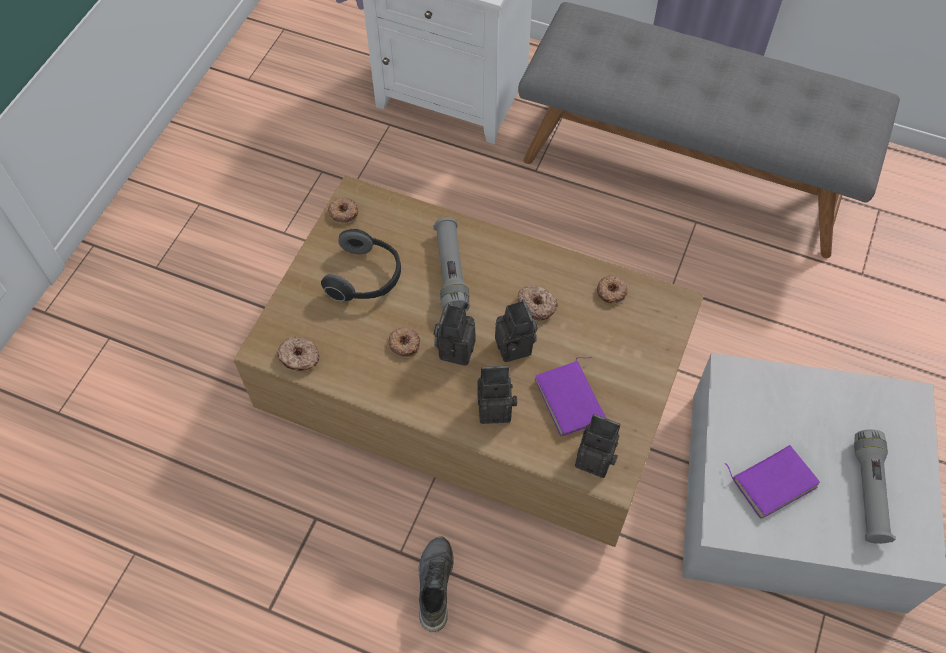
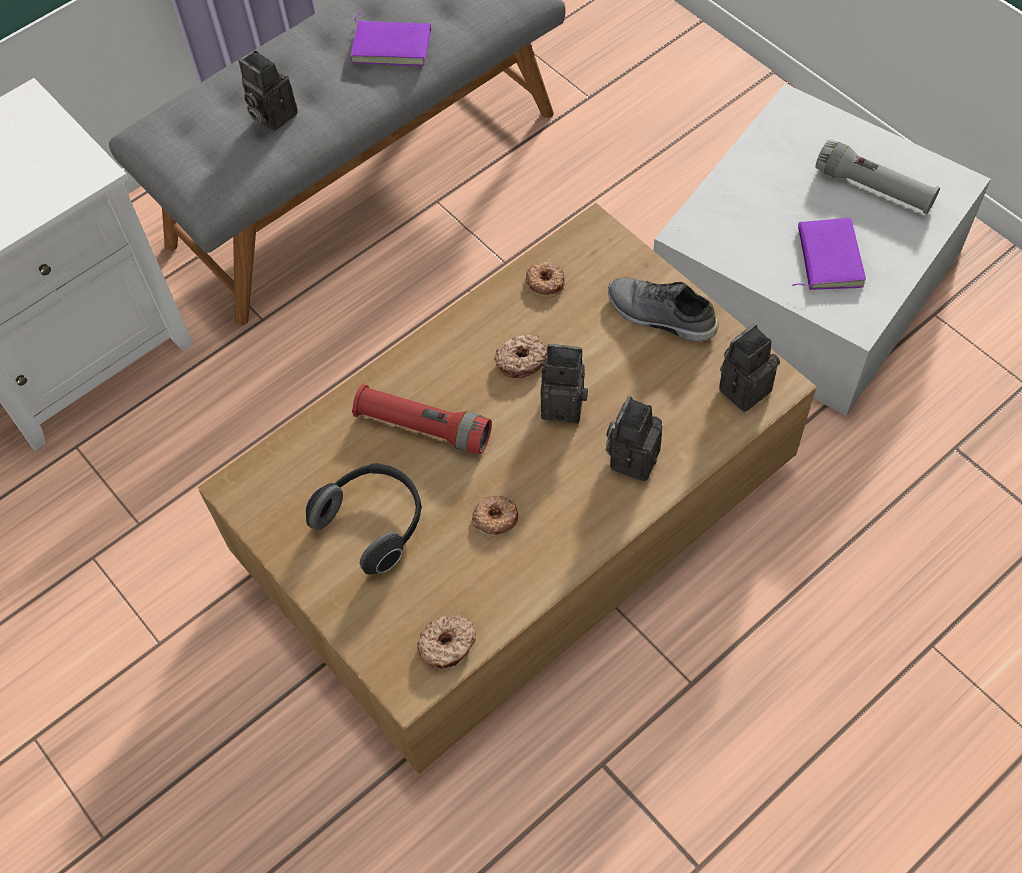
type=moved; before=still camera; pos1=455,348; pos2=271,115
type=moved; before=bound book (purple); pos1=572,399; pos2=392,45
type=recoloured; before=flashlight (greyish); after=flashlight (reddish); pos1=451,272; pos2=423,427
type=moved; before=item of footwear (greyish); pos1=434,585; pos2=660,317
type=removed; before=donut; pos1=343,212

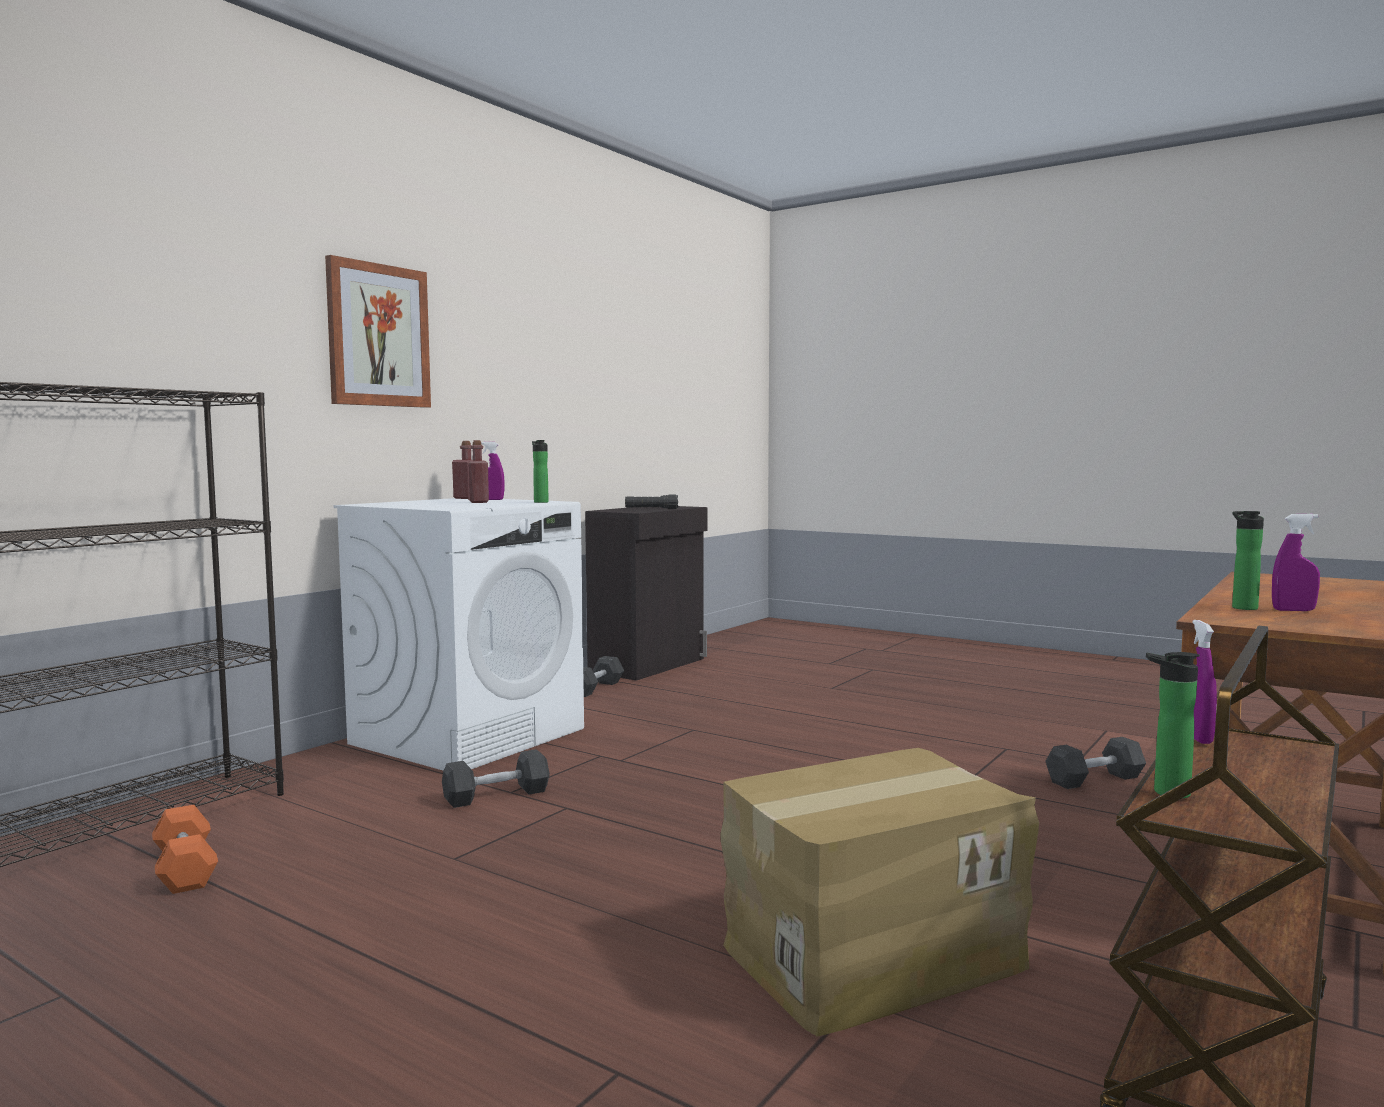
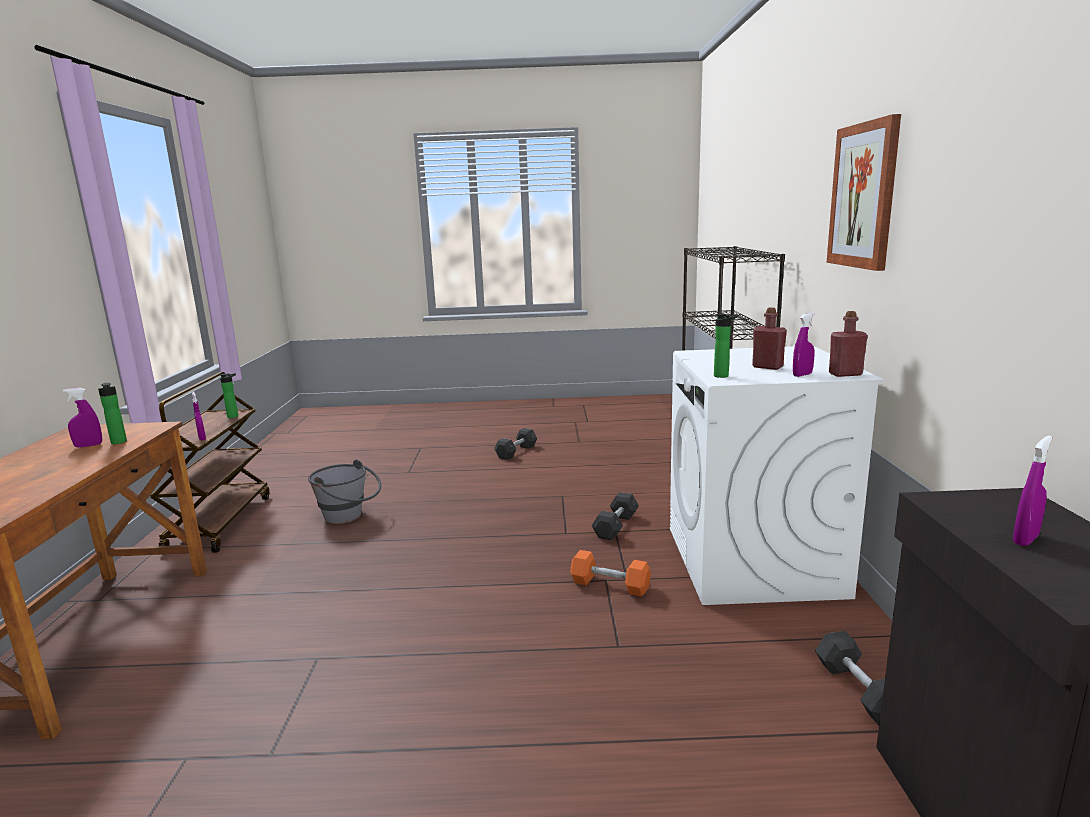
type=replaced; before=packing box; after=water bucket (greyish); pos1=870,955; pos2=349,517
type=moved; before=free weight (greyish); pos1=1094,779; pos2=516,452
type=moved; before=free weight (orange-coloured); pos1=185,868; pos2=610,585
type=replaced; before=flashlight (black); after=spray bottle (purple); pos1=651,509; pos2=1025,539

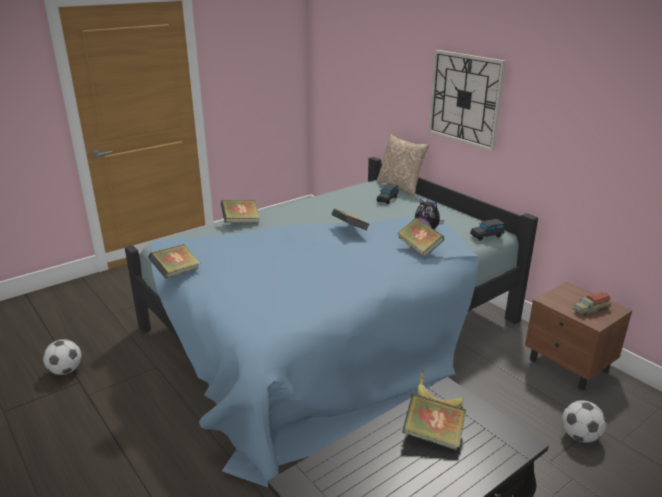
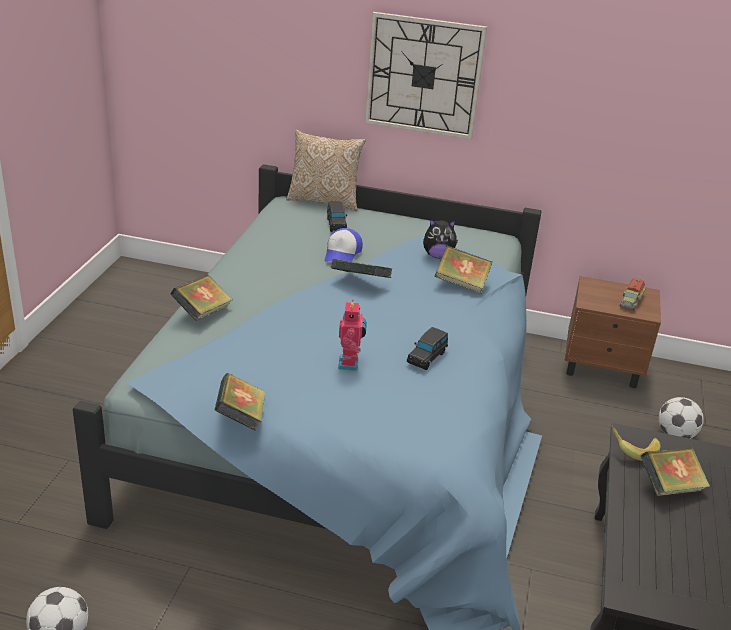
type=added; after=baseball cap; pos2=342,254
type=added; after=toy robot; pos2=350,364
type=moved; before=model car (black); pos1=487,236; pos2=427,357

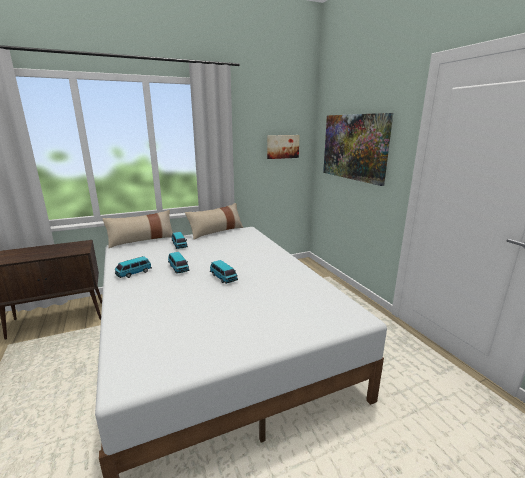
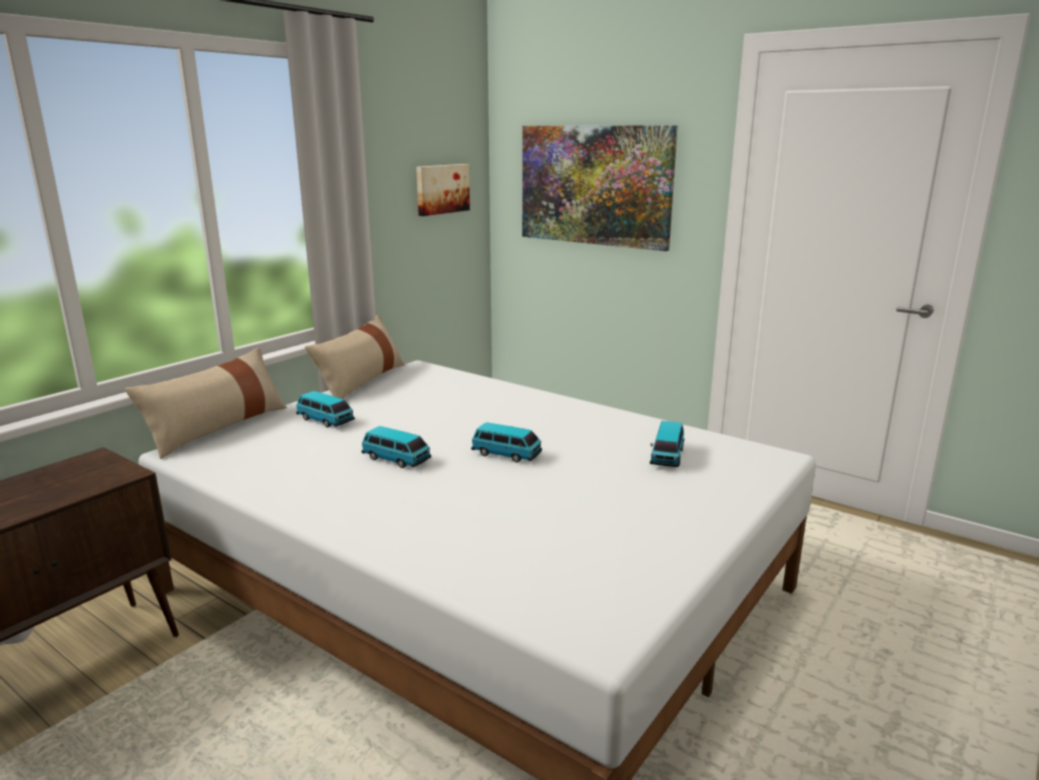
type=moved; before=model car; pos1=134,273; pos2=667,456

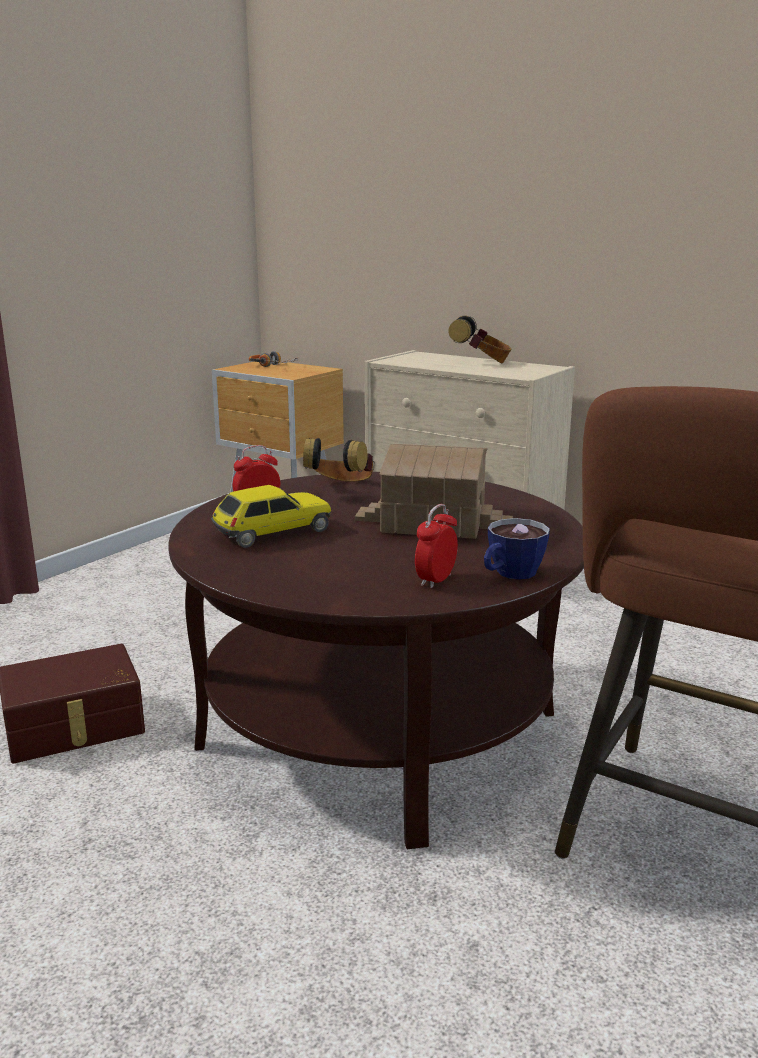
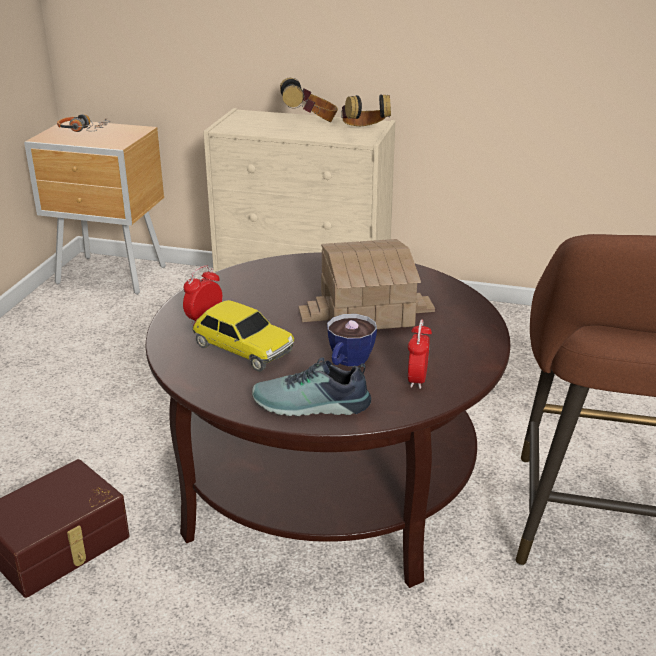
type=turned; before=model car; pos1=272,532; pos2=242,349; turn=90
type=added; after=item of footwear; pos2=311,406
type=moved; before=drinking cup; pos1=509,574; pos2=347,362
type=moved; before=pair of headphones; pos1=340,489; pos2=365,132

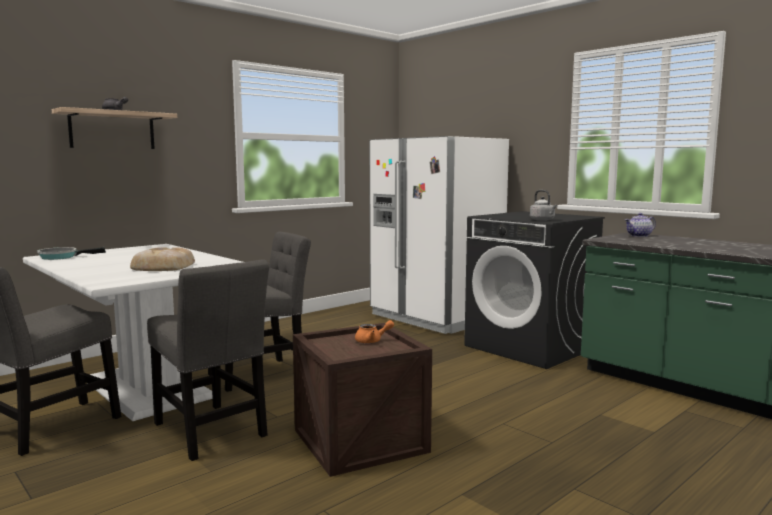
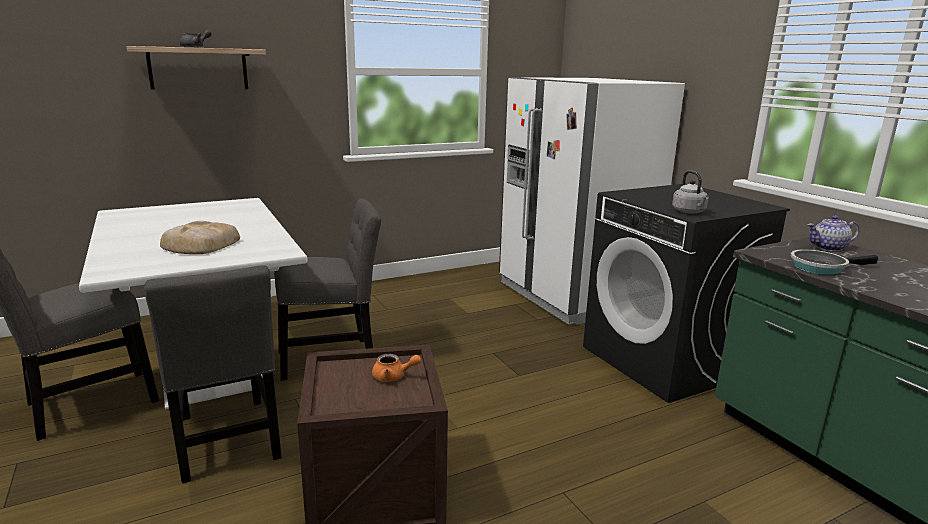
type=moved; before=skillet; pos1=61,257; pos2=821,267

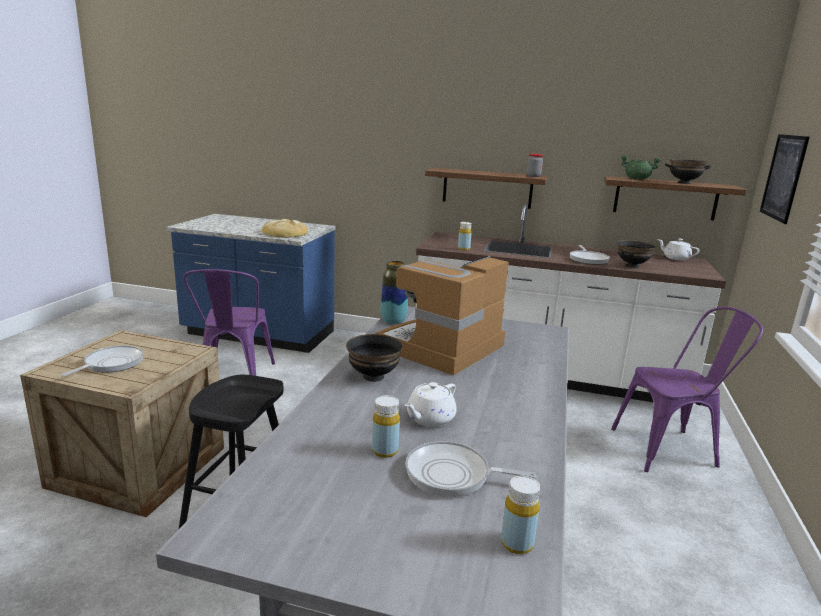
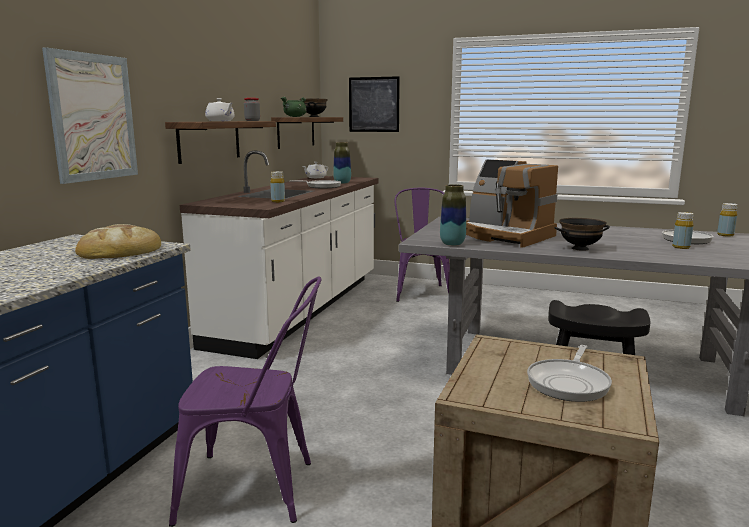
type=added; after=wall art; pos2=93,117
type=moved; before=tea pot (white); pos1=429,418; pos2=220,121
type=replaced; before=serving bowl (black); after=flower vase; pos1=632,266; pos2=342,183
type=turned; before=skillet; pos1=111,364; pos2=569,383; turn=-90

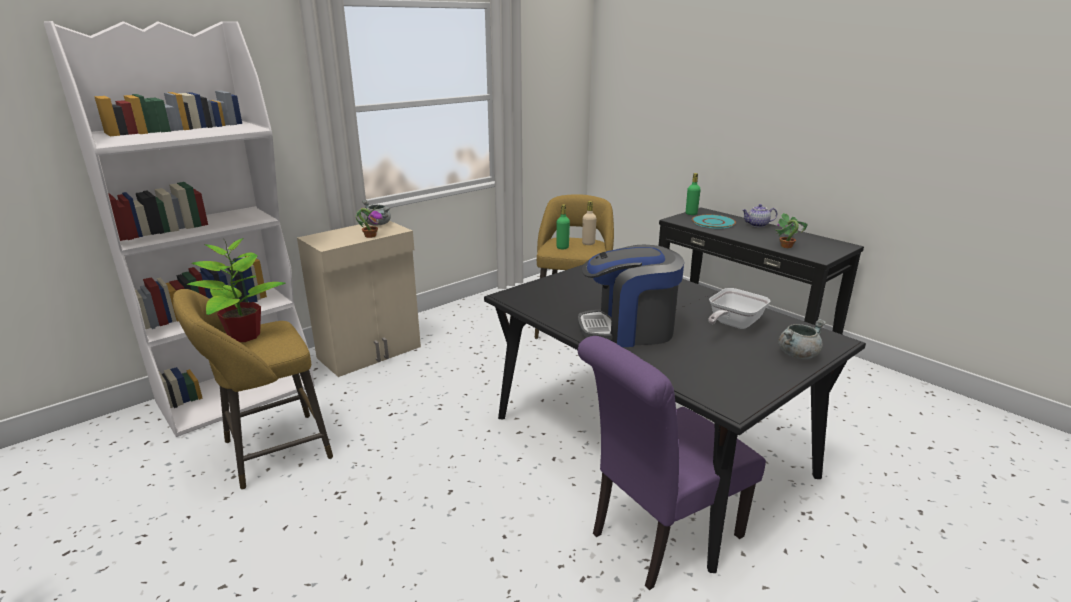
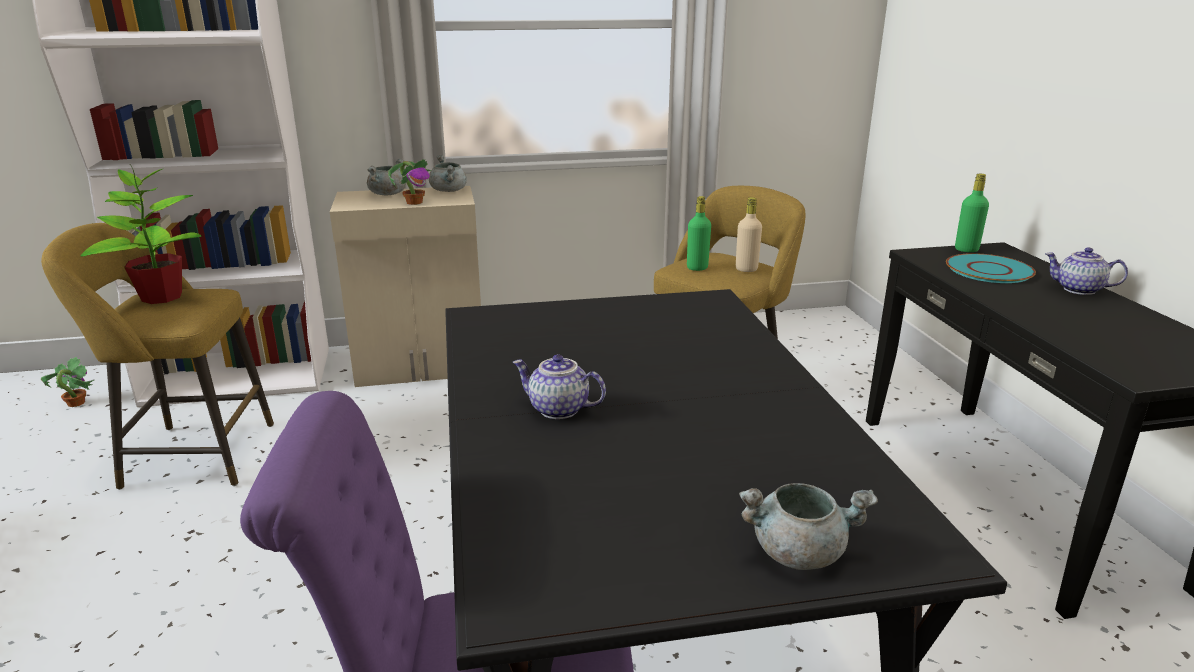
type=moved; before=potted plant; pos1=786,246; pos2=75,403
type=added; after=saucepot (greyish); pos2=387,194
type=replaced; before=coffee brewer; after=tea pot; pos1=628,329; pos2=557,410
type=removed; before=skillet; pos1=732,324

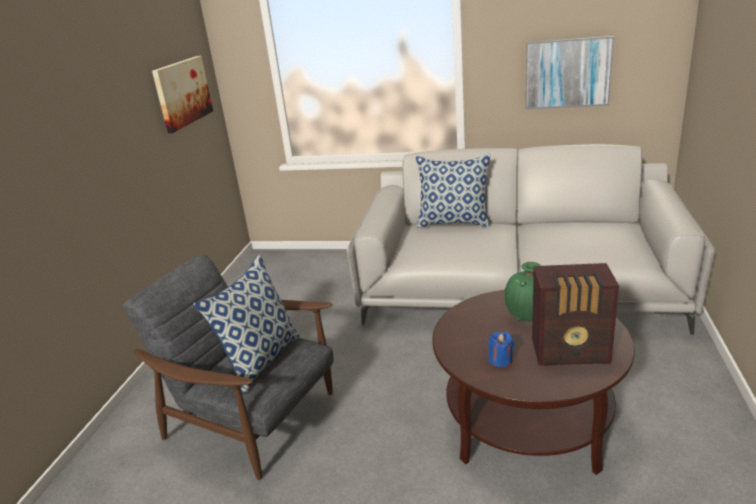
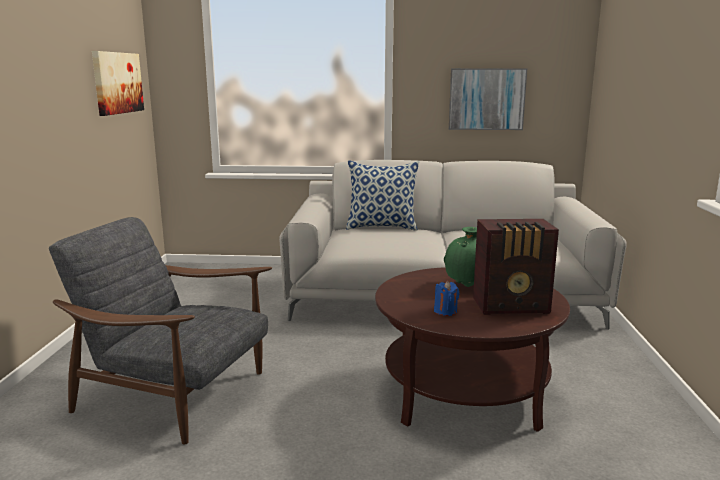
type=removed; before=pillow; pos1=261,359

